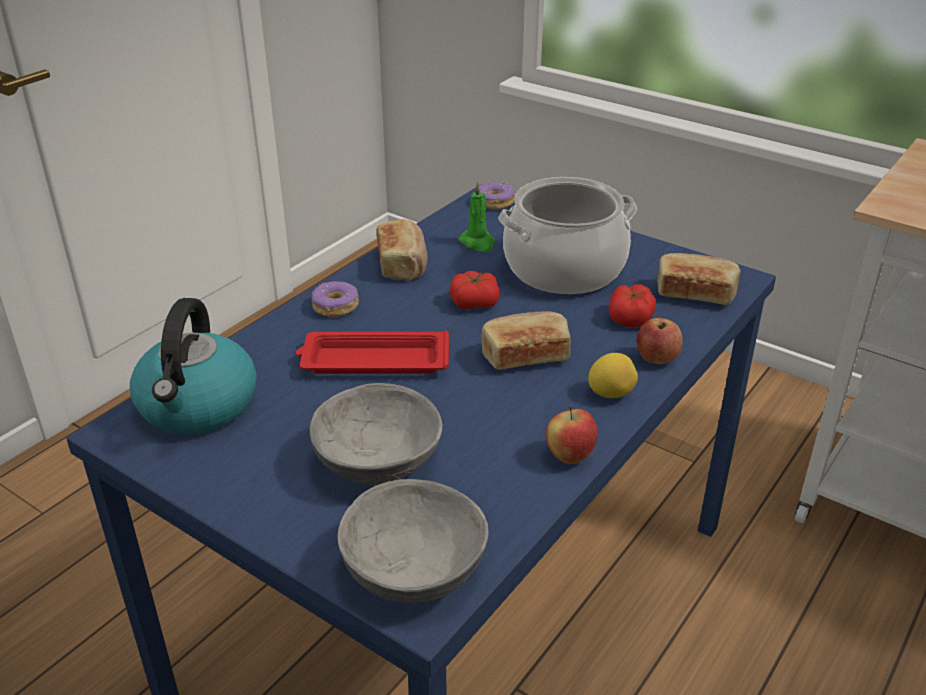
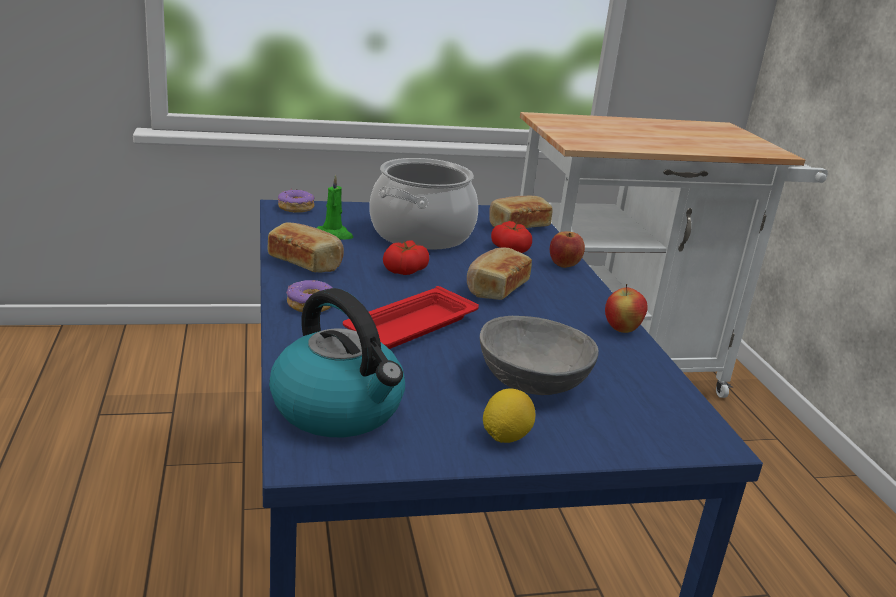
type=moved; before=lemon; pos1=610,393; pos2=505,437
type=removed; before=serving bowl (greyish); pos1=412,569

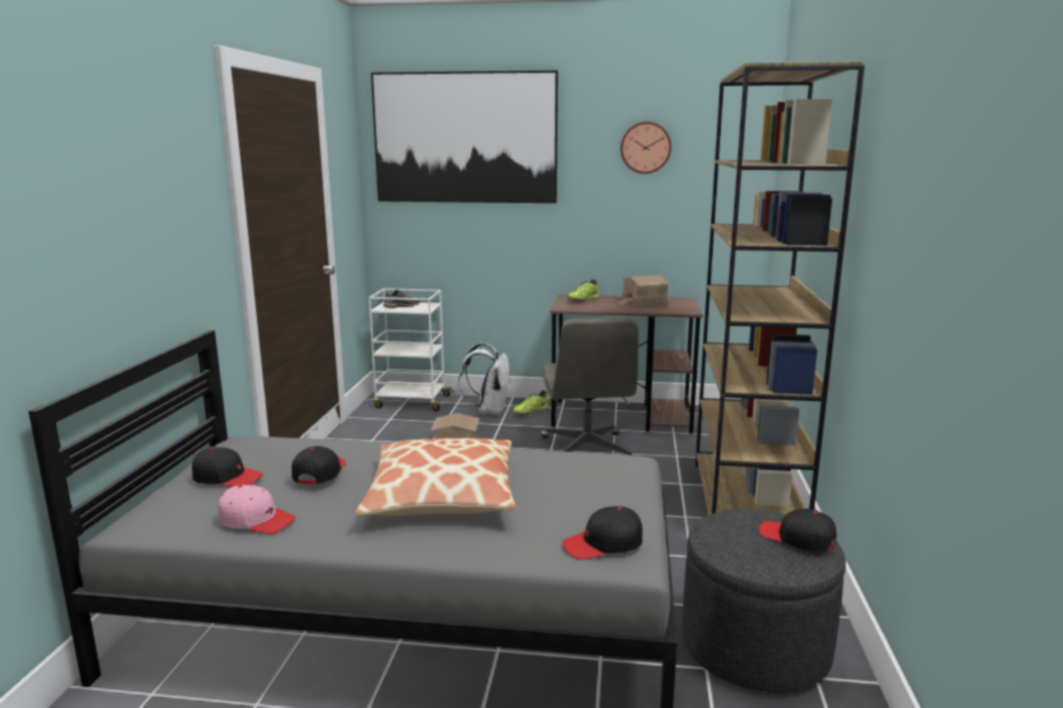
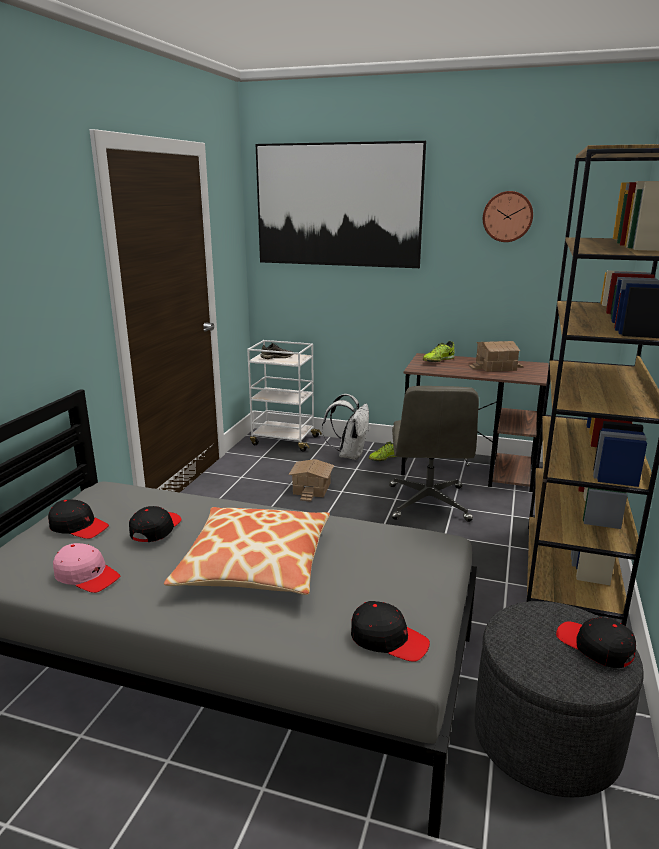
type=turned; before=baseball cap (black); pos1=603,544; pos2=388,639; turn=-150

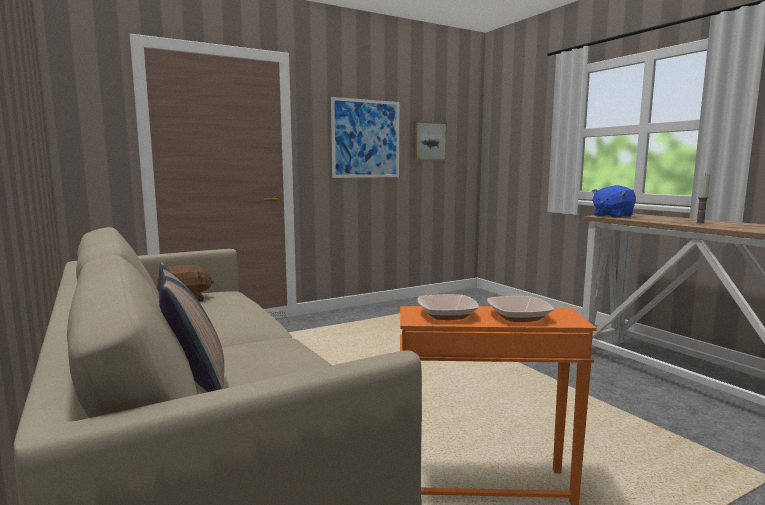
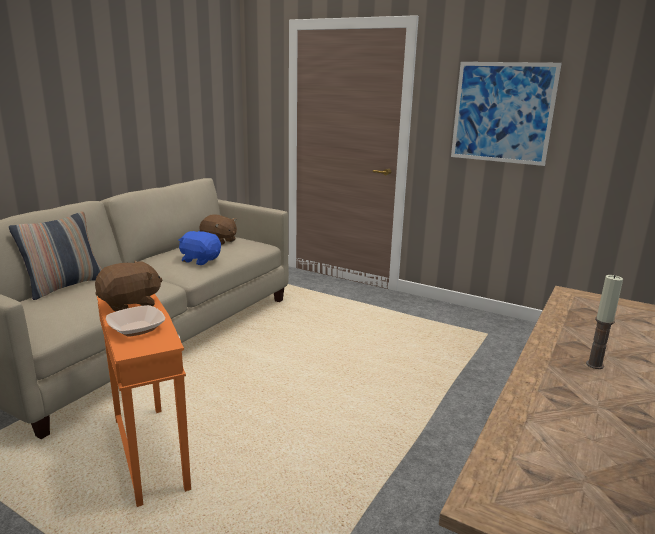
type=replaced; before=serving bowl; after=soft toy (brownish); pos1=447,315; pos2=130,304
type=moved; before=soft toy (blue-coloured); pos1=612,216; pos2=200,260
type=removed; before=wall art; pos1=428,141

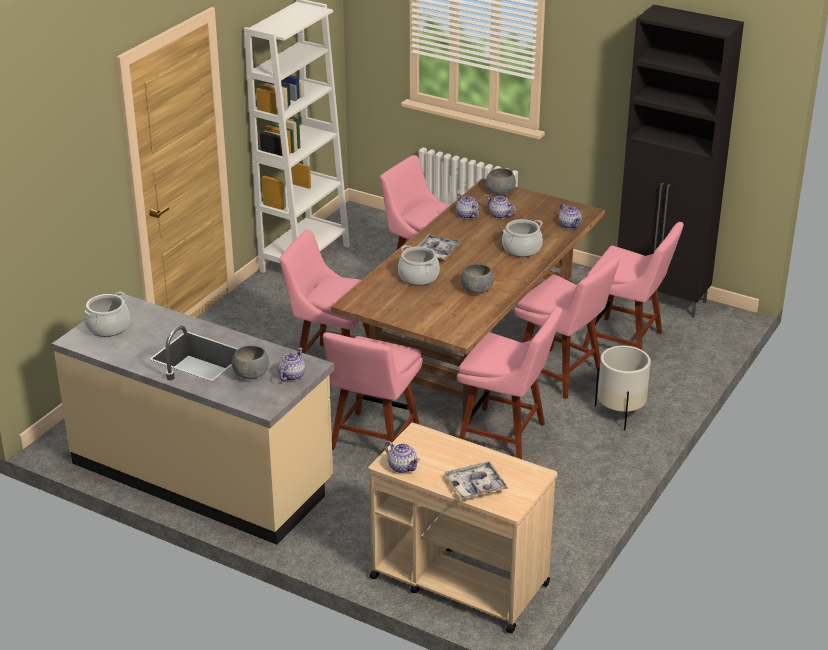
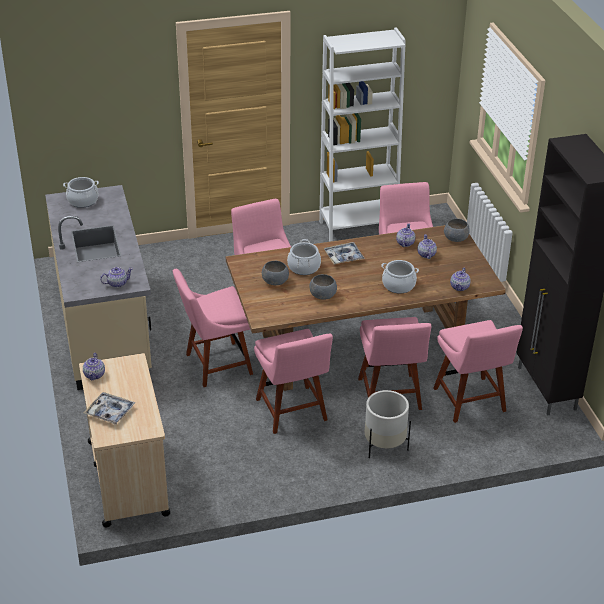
type=moved; before=serving bowl (greyish); pos1=251,374; pos2=275,282

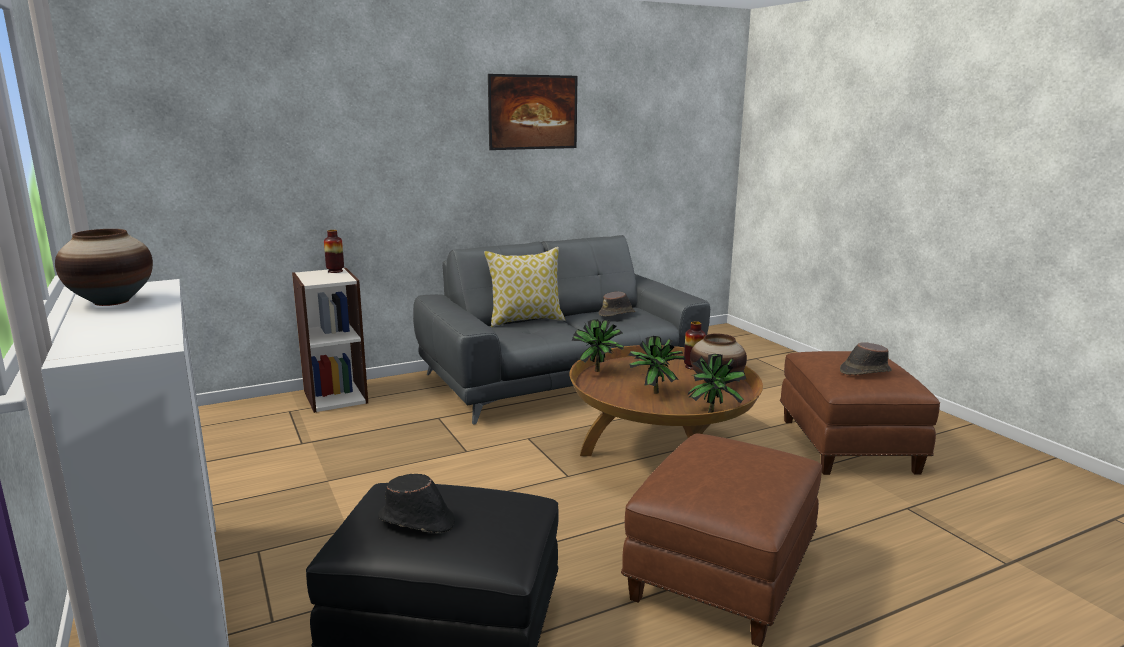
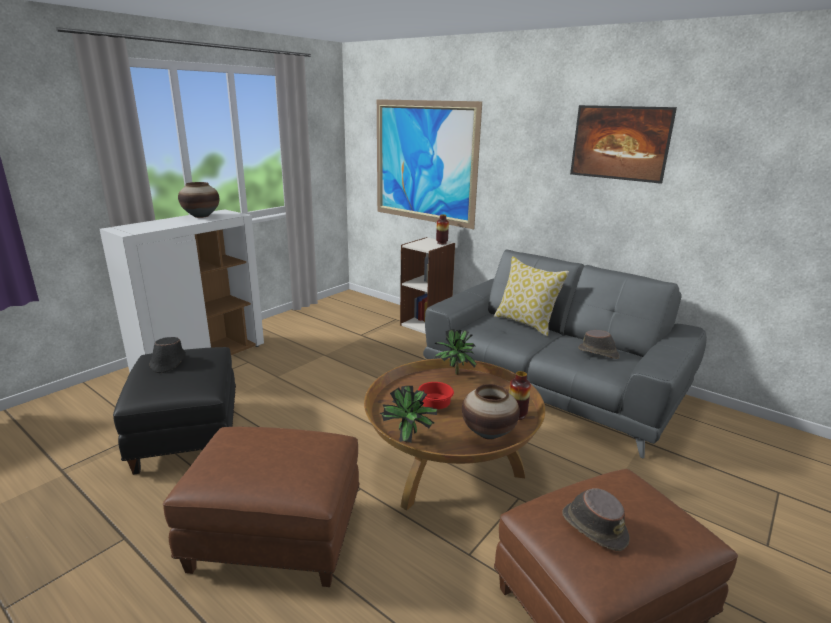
type=added; after=wall art; pos2=424,162
type=replaced; before=potted plant; after=serving bowl (reddish); pos1=653,391; pos2=434,405

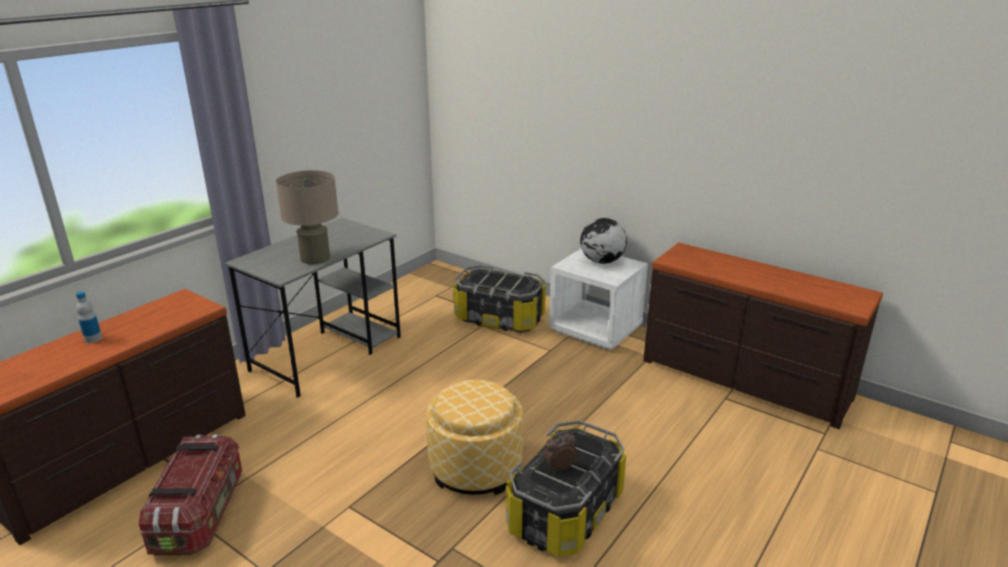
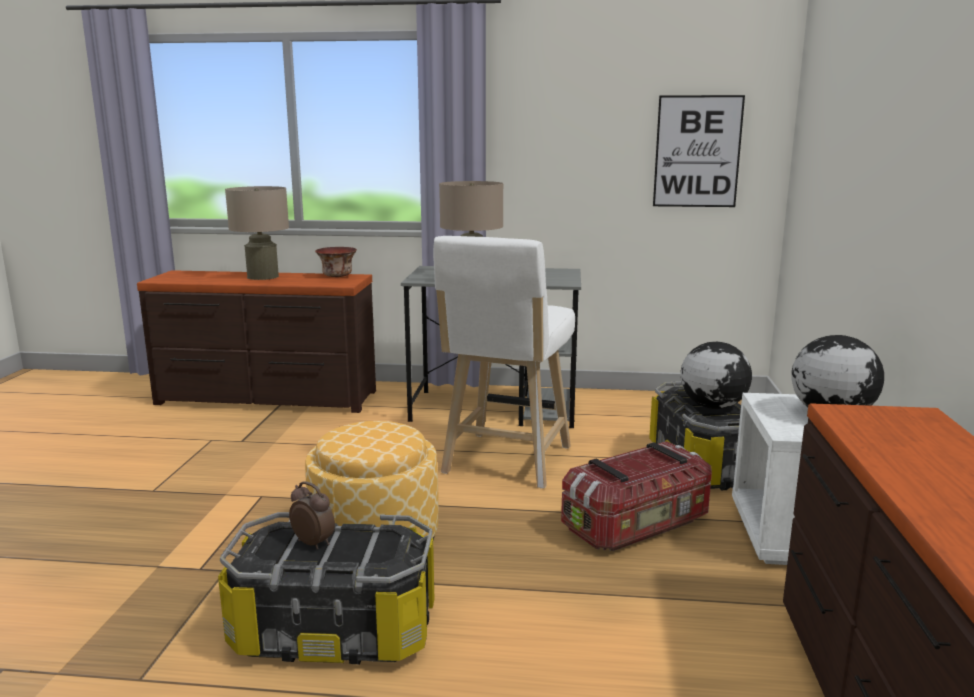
type=replaced; before=bottle; after=lamp for a table (beige-coloured); pos1=93,339; pos2=263,276
type=added; after=serving bowl; pos2=338,276
type=added; after=stool seat (white); pos2=505,463
type=moved; before=storage box; pos1=200,513; pos2=638,525
type=added; after=wall art; pos2=697,152
type=added; after=desk globe; pos2=712,406

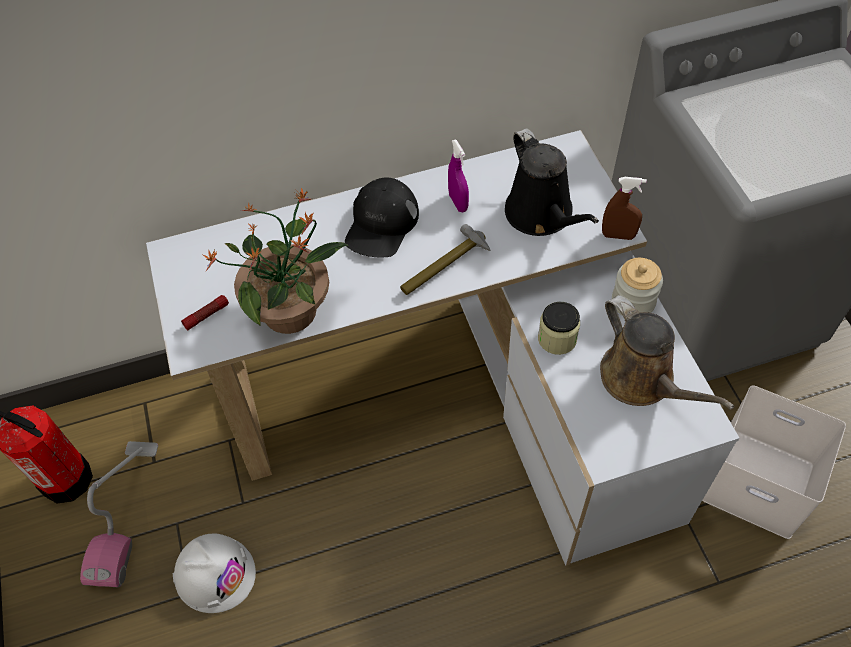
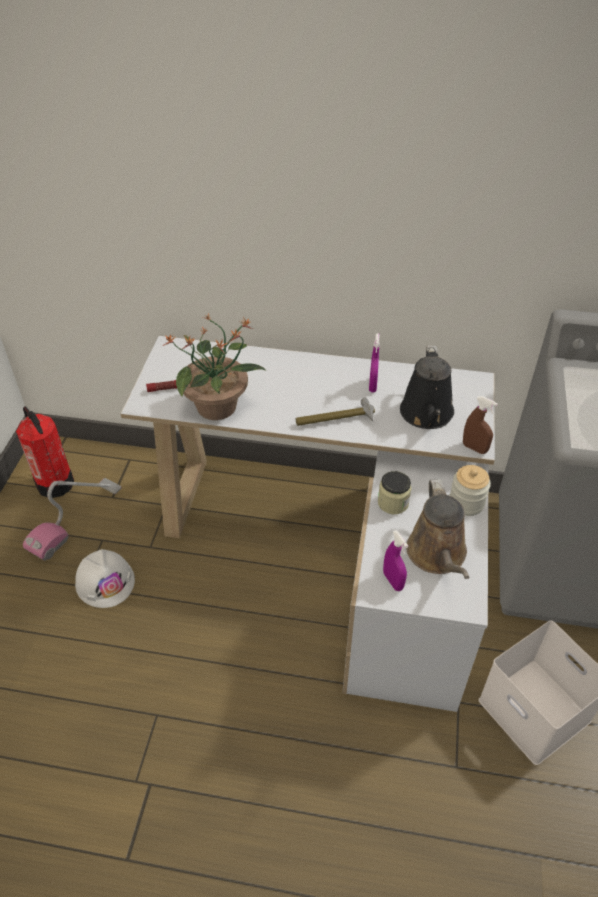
type=added; after=spray bottle (purple); pos2=393,581
type=removed; before=baseball cap (black); pos1=381,224

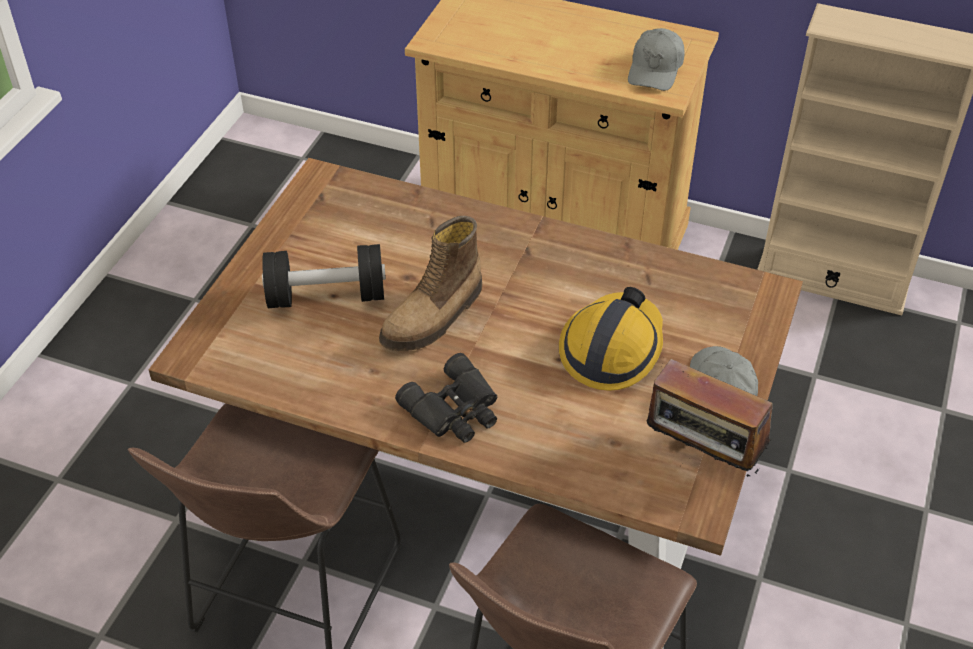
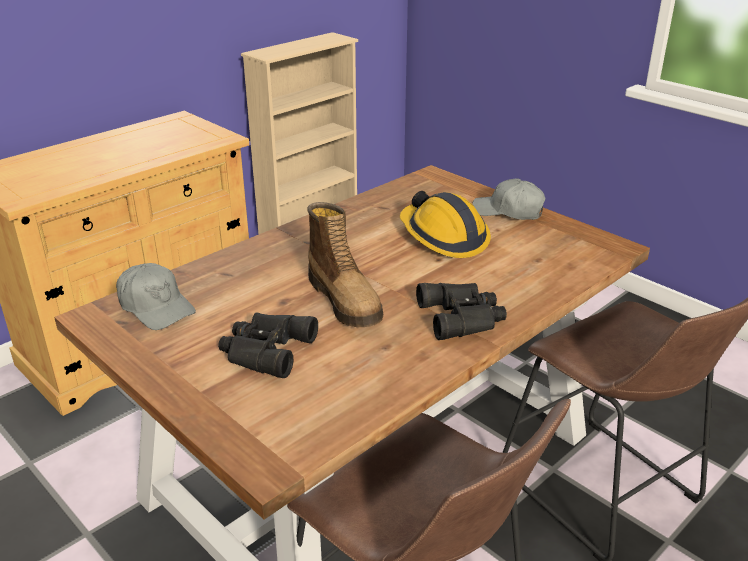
type=moved; before=baseball cap (greyish); pos1=655,69; pos2=156,307
type=replaced; before=free weight (black); after=pair of binoculars (black); pos1=326,296; pos2=264,350
type=removed; before=radio receiver; pos1=701,457

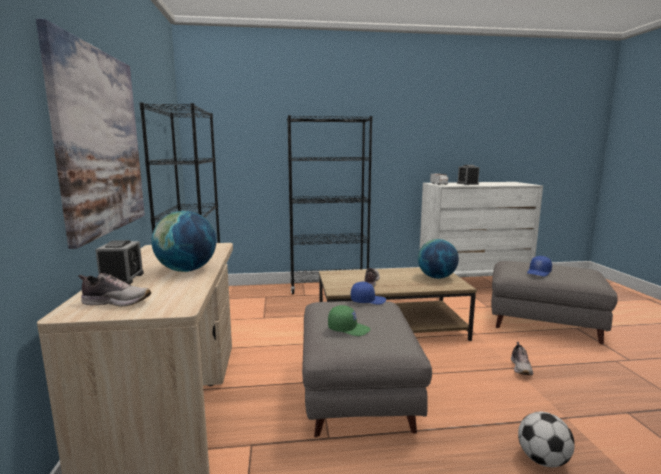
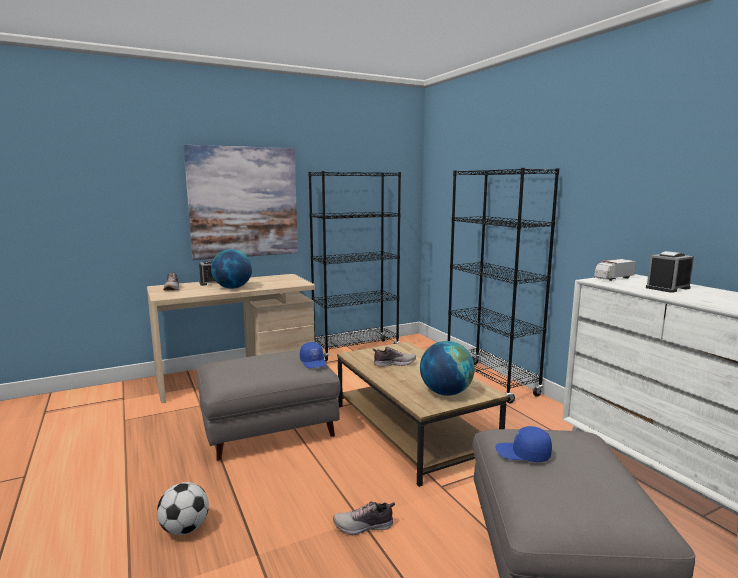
type=removed; before=baseball cap (green-coloured); pos1=348,329

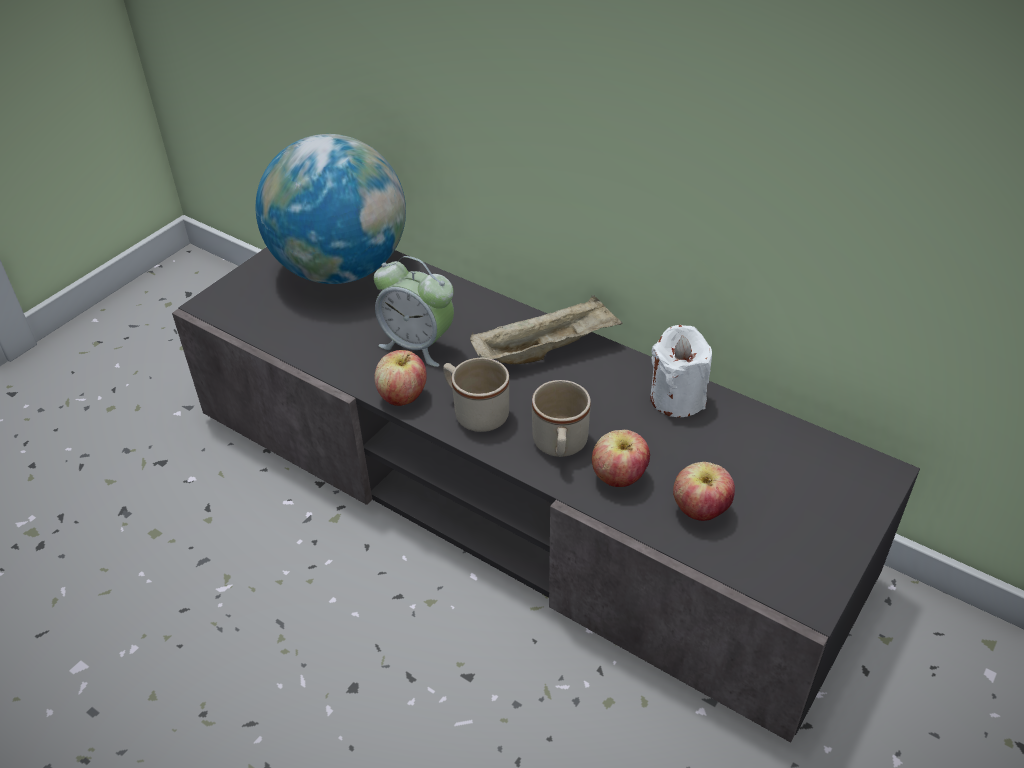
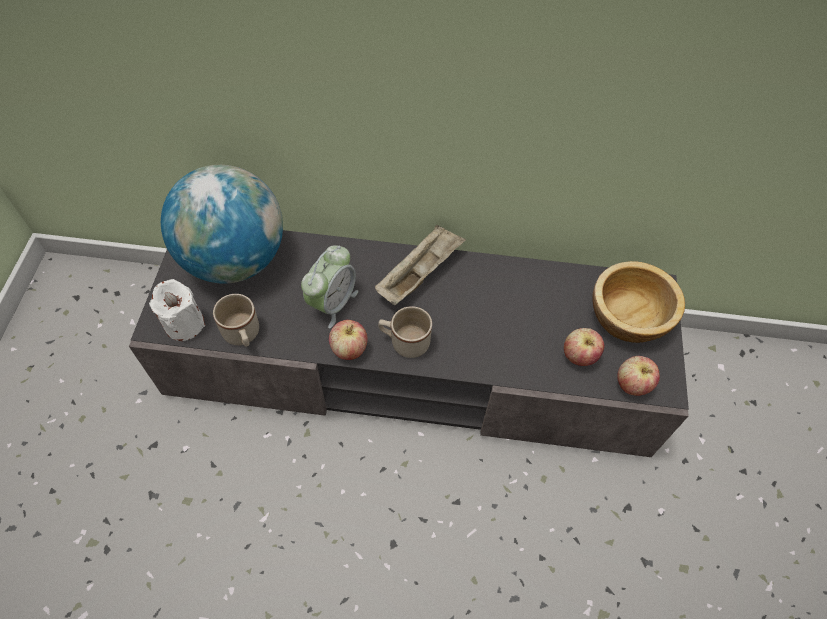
type=moved; before=wax candle (white); pos1=677,398; pos2=184,324
type=moved; before=tea mug (beige-coloured); pos1=560,447; pos2=243,335
type=turned; before=bedside clock; pos1=418,345; pos2=332,303; turn=-60
type=added; after=serving bowl; pos2=627,318
type=moved; before=whole apple; pos1=619,478; pos2=632,384

